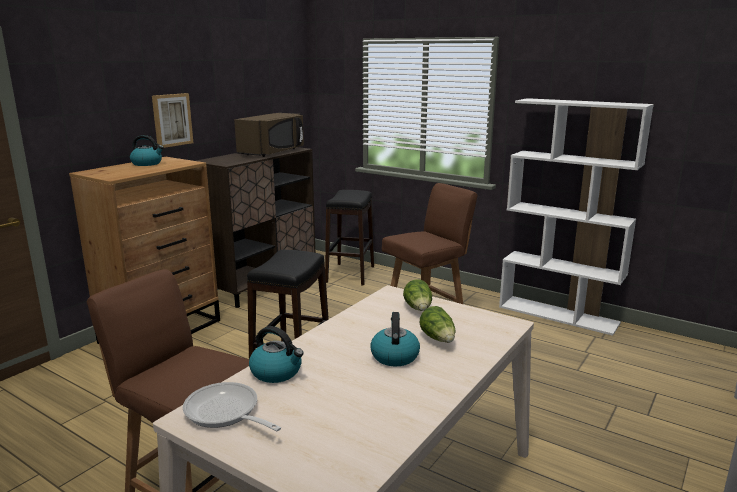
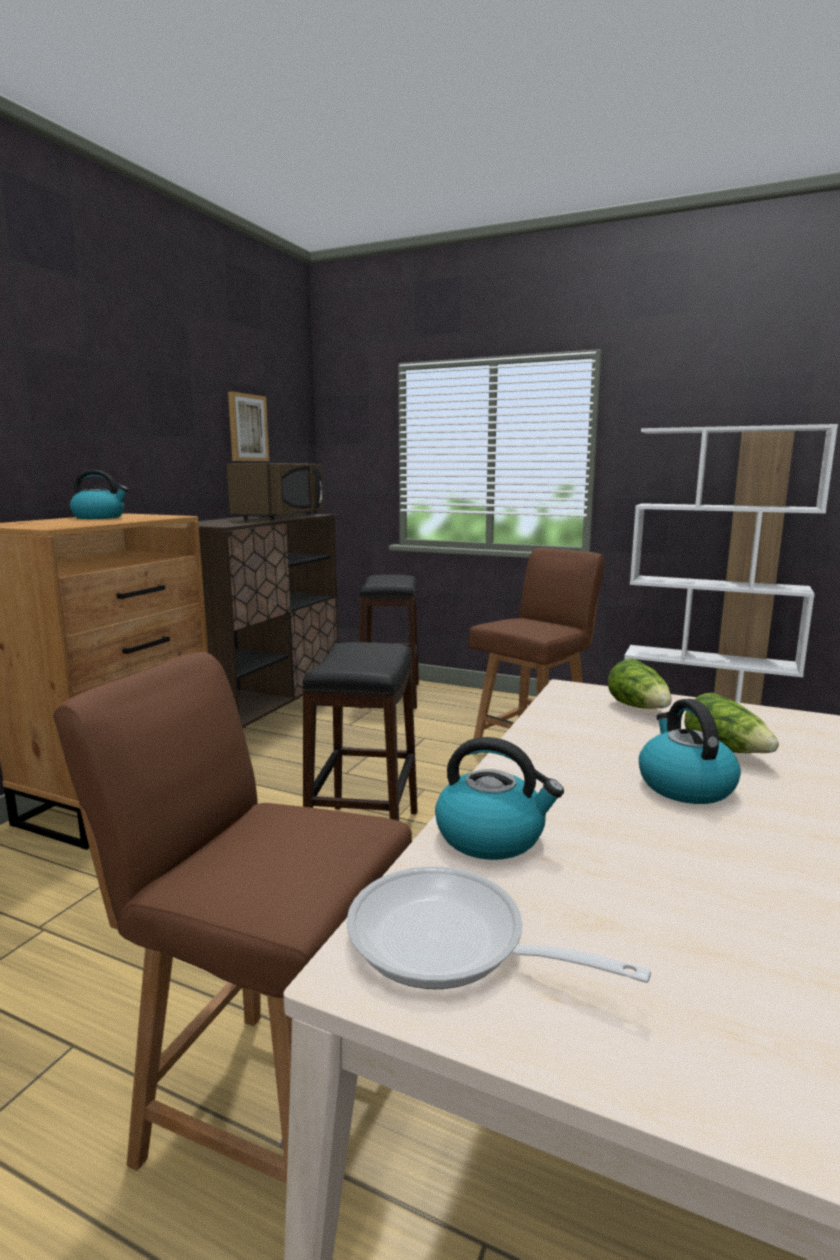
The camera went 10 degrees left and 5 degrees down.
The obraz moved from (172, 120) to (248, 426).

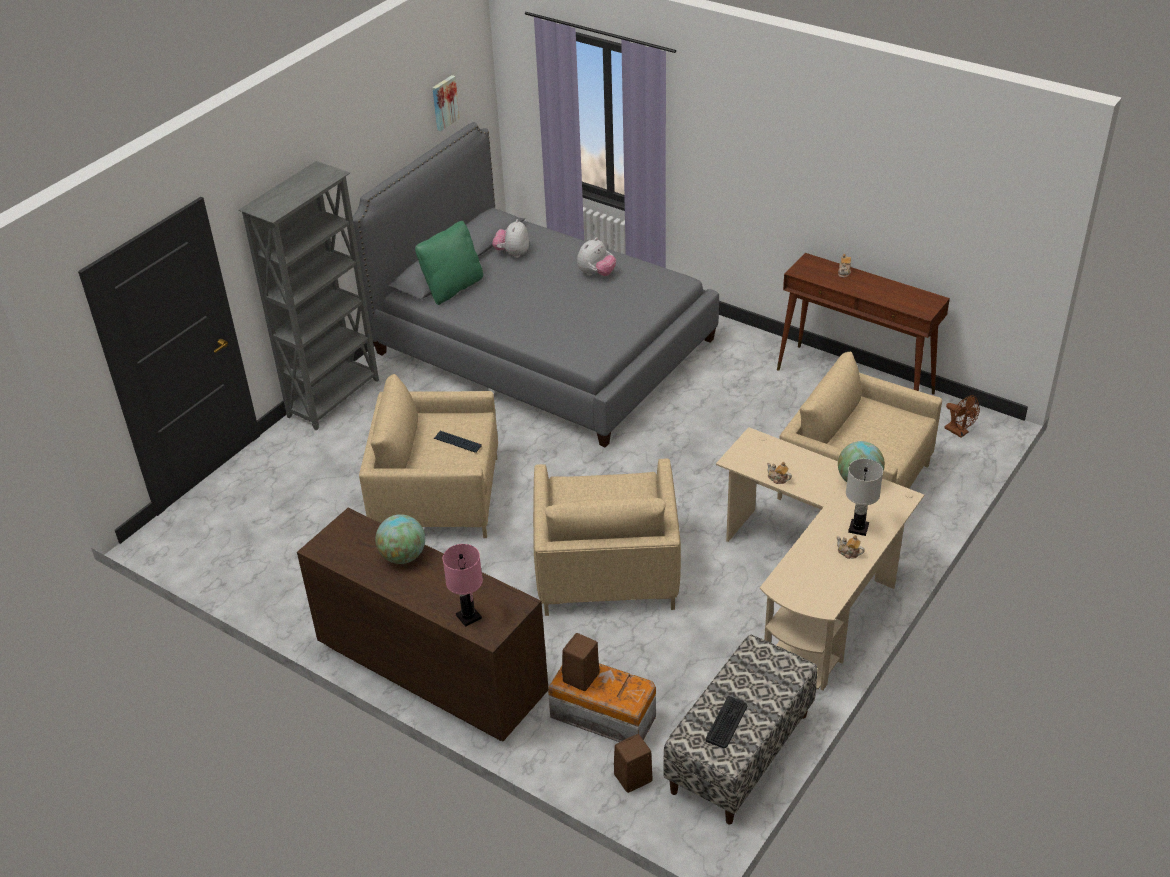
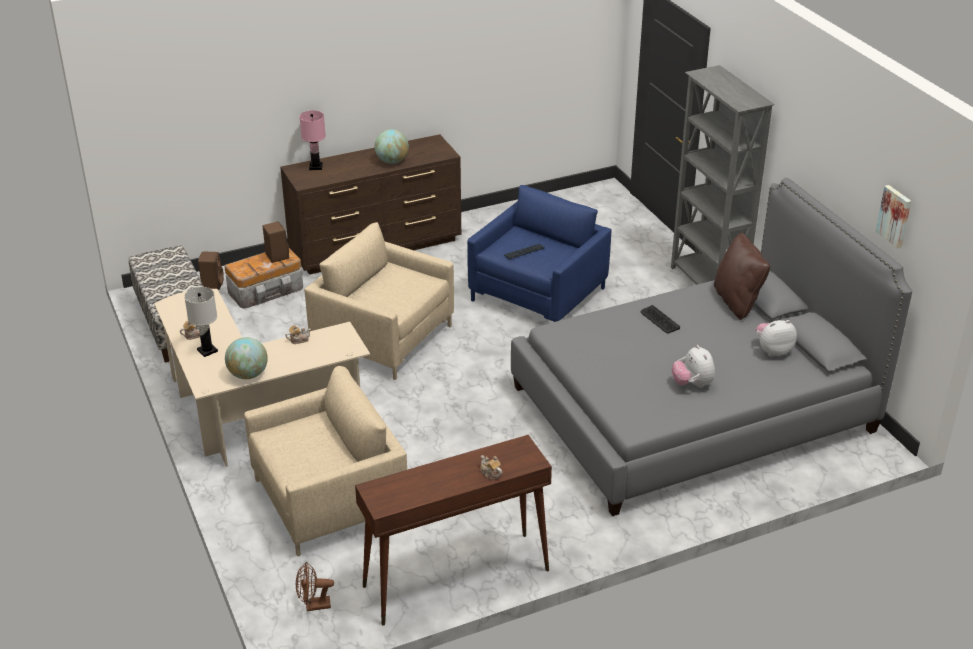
The camera went 120 degrees right and 5 degrees down.
The fotel [beżowy] at (428, 456) became the fotel [niebieski] at (539, 253).
The poduszka [zielony] at (449, 263) became the poduszka [brązowy] at (742, 276).
The pluszak at (510, 238) turned 60 degrees counterclockwise.
The klawiatura moved from (726, 722) to (660, 319).

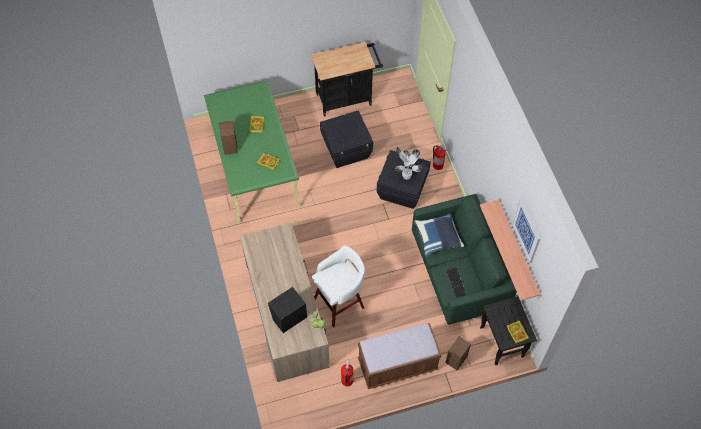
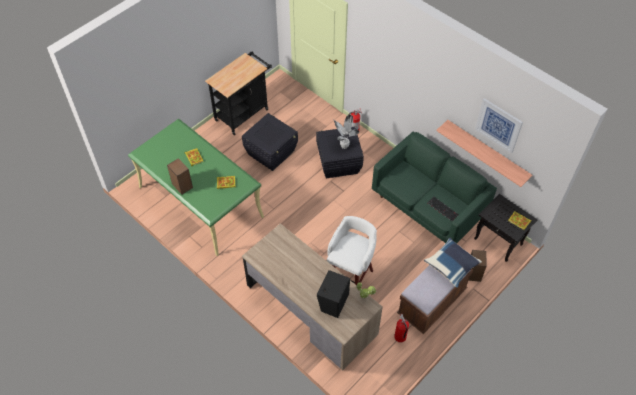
The camera went 30 degrees left and 5 degrees down.
The poduszka [niebieski] moved from (439, 234) to (453, 262).

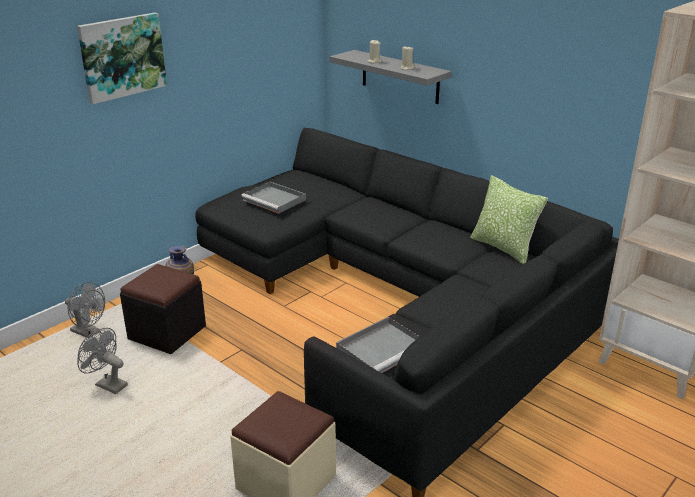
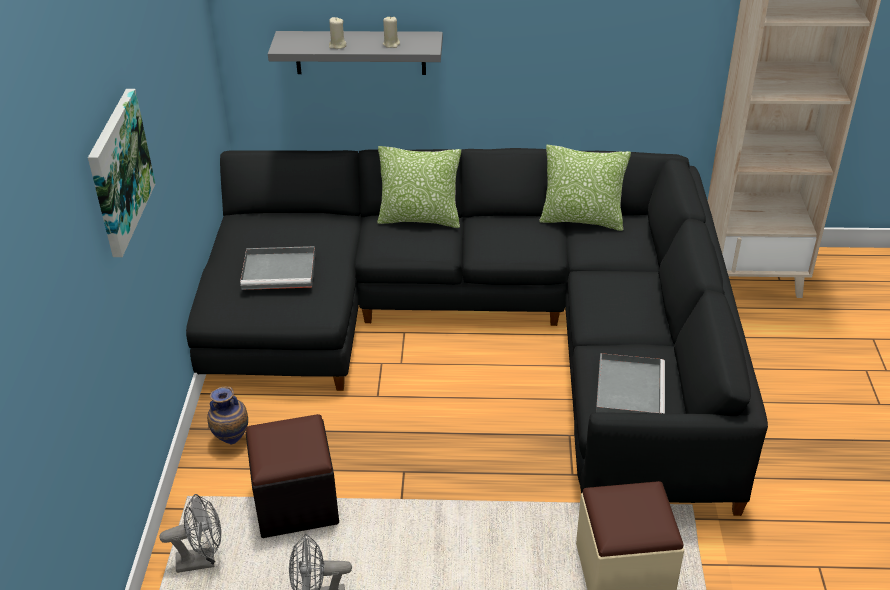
The camera went 40 degrees left and 10 degrees up.
The poduszka at (419, 187) appeared.

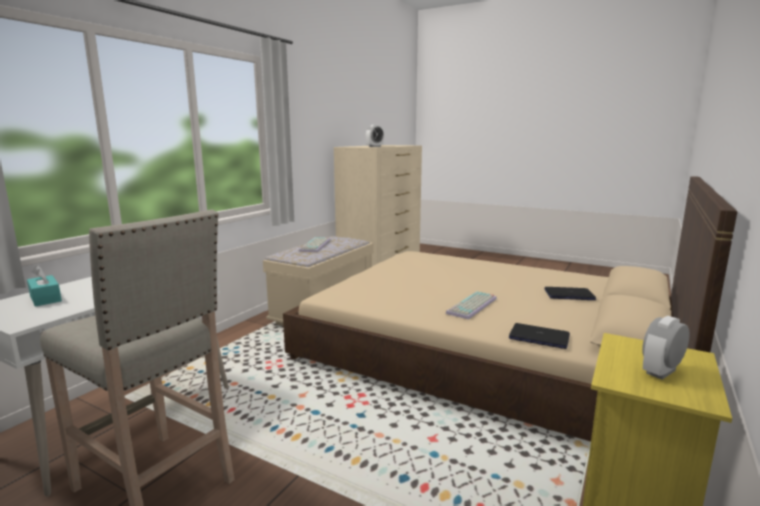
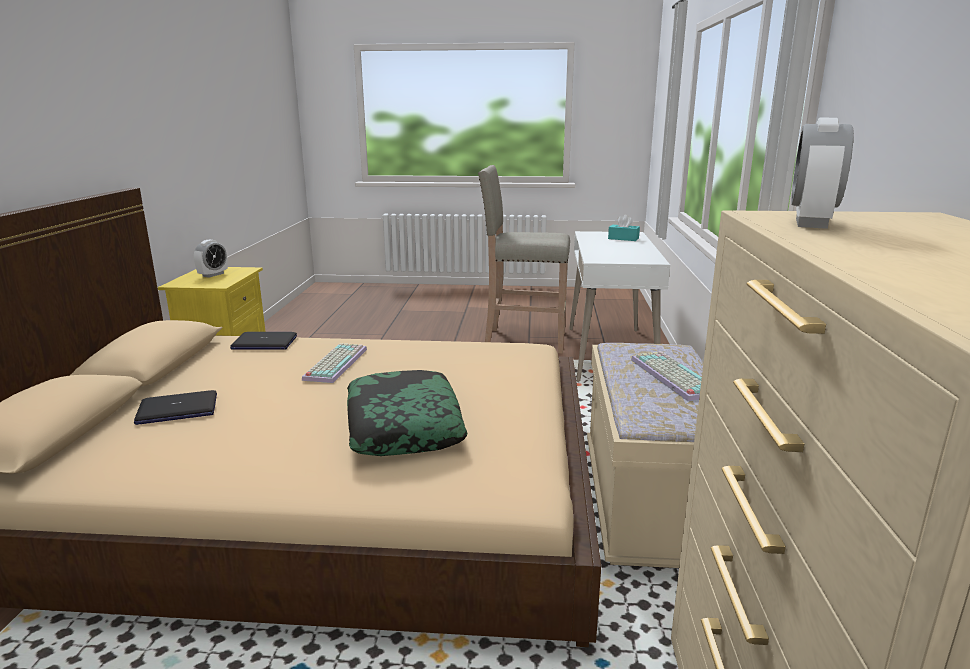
The camera went 155 degrees right and 5 degrees up.
The poduszka at (407, 413) appeared.

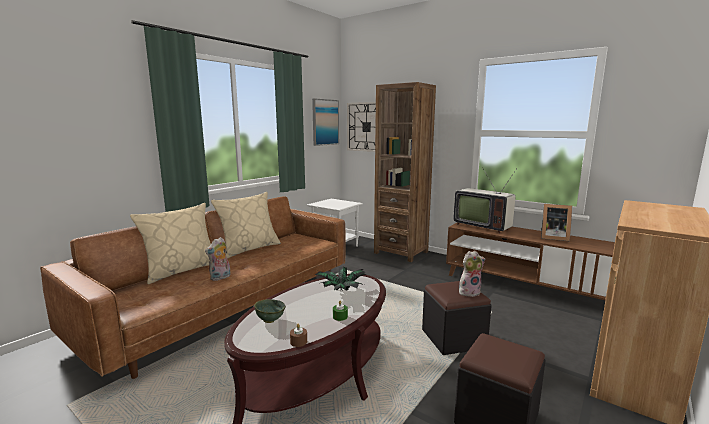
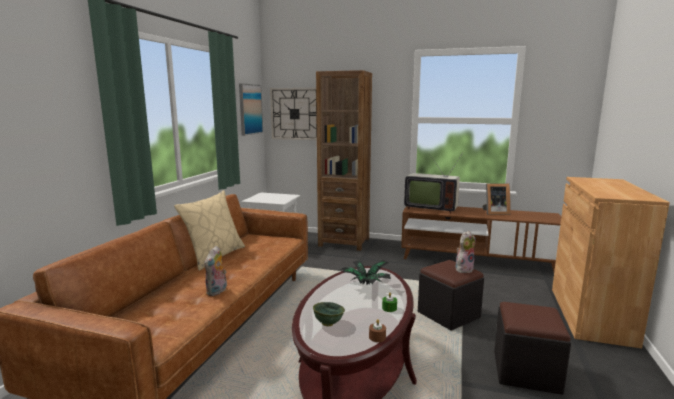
The camera went 20 degrees left and 0 degrees up.
The poduszka [beżowy] at (170, 243) disappeared.

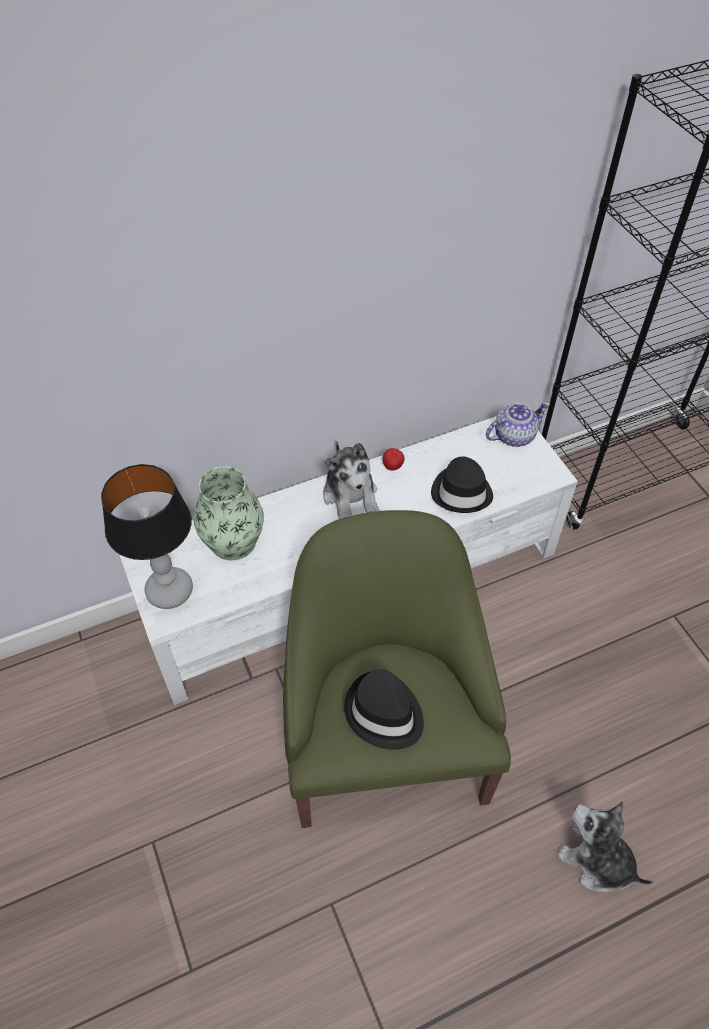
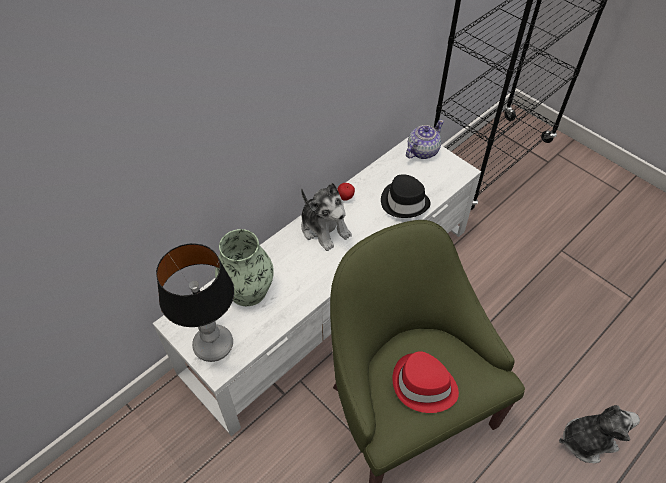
The camera went 20 degrees left and 0 degrees up.
The kapelusz [czarny] at (384, 709) became the kapelusz [czerwony] at (425, 382).
The pluszak at (605, 847) turned 150 degrees clockwise.

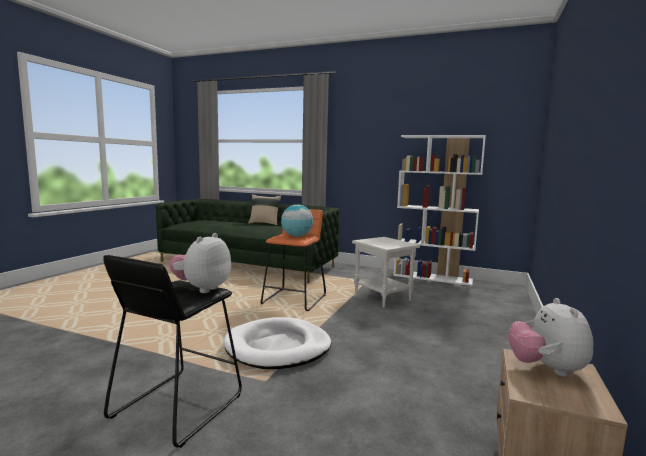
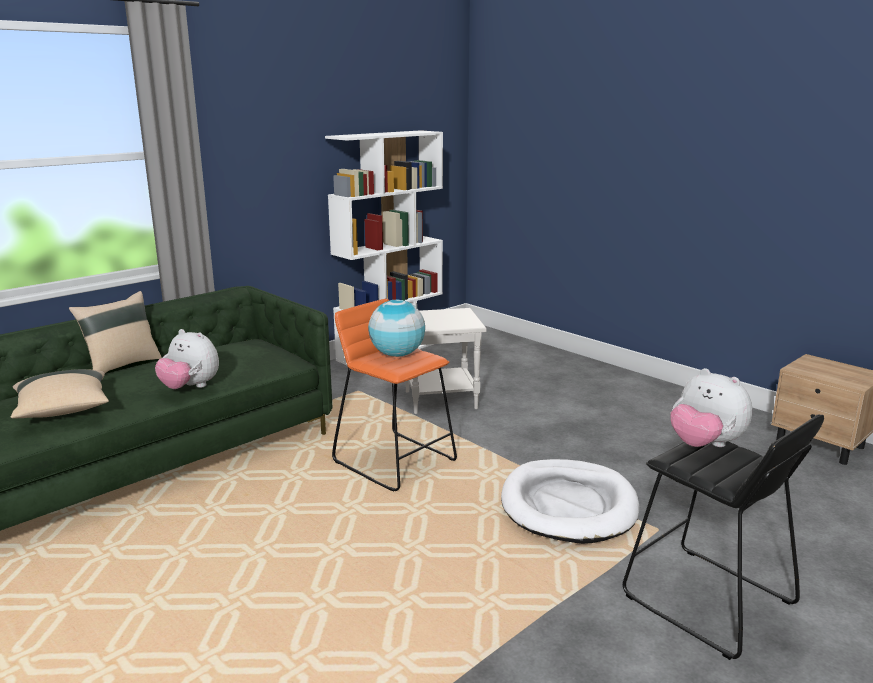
The camera went 65 degrees left and 10 degrees up.
The pluszak moved from (550, 337) to (187, 359).
The poduszka [beżowy] at (60, 394) appeared.

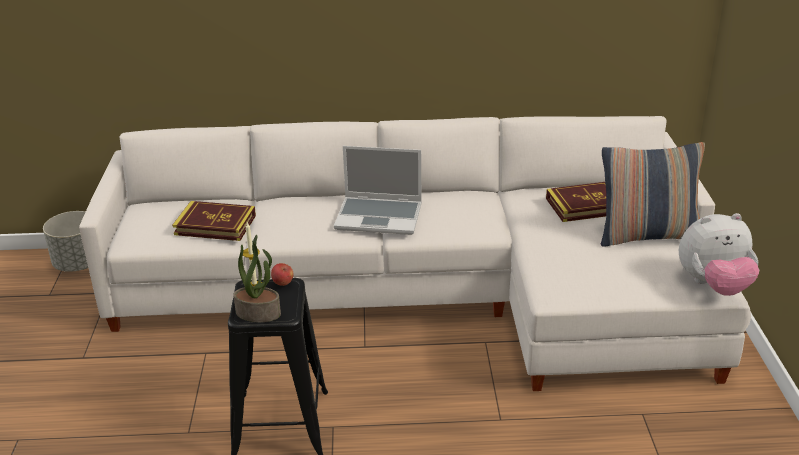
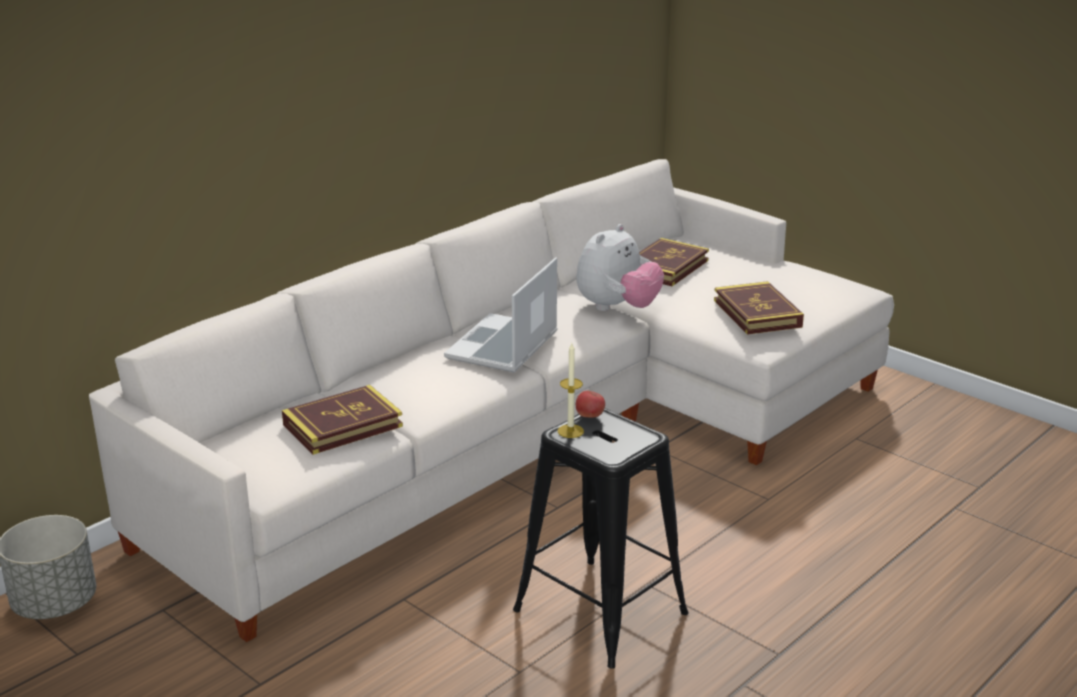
The camera went 45 degrees left and 5 degrees down.
The roślina doniczkowa at (257, 278) disappeared.
The laptop at (378, 190) turned 150 degrees clockwise.
The poduszka at (653, 194) disappeared.
The pluszak moved from (719, 254) to (620, 267).
The książka at (759, 308) appeared.

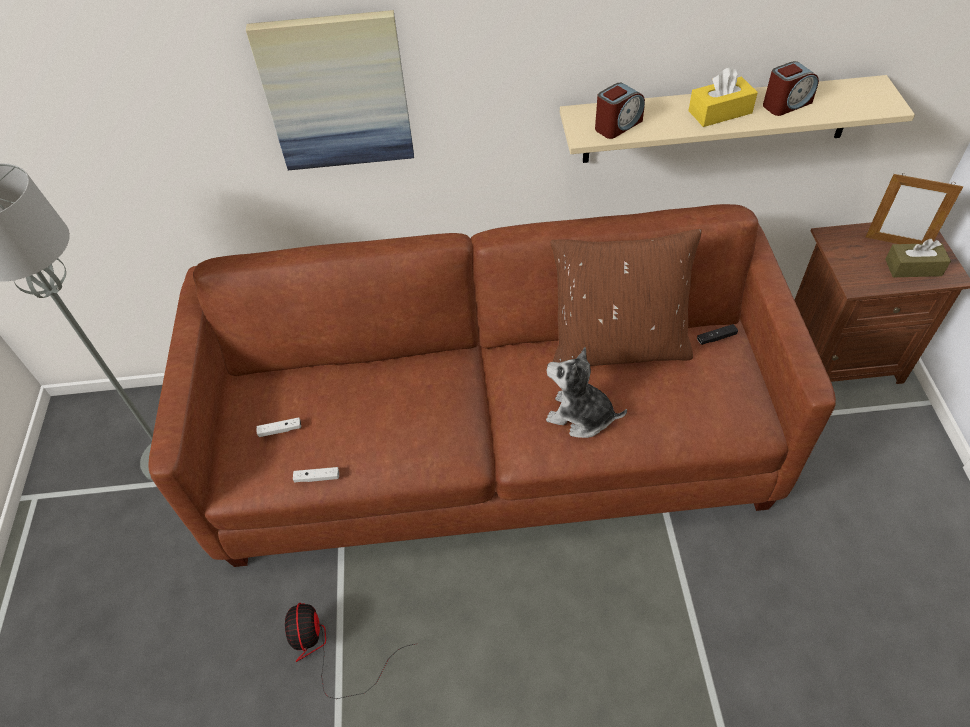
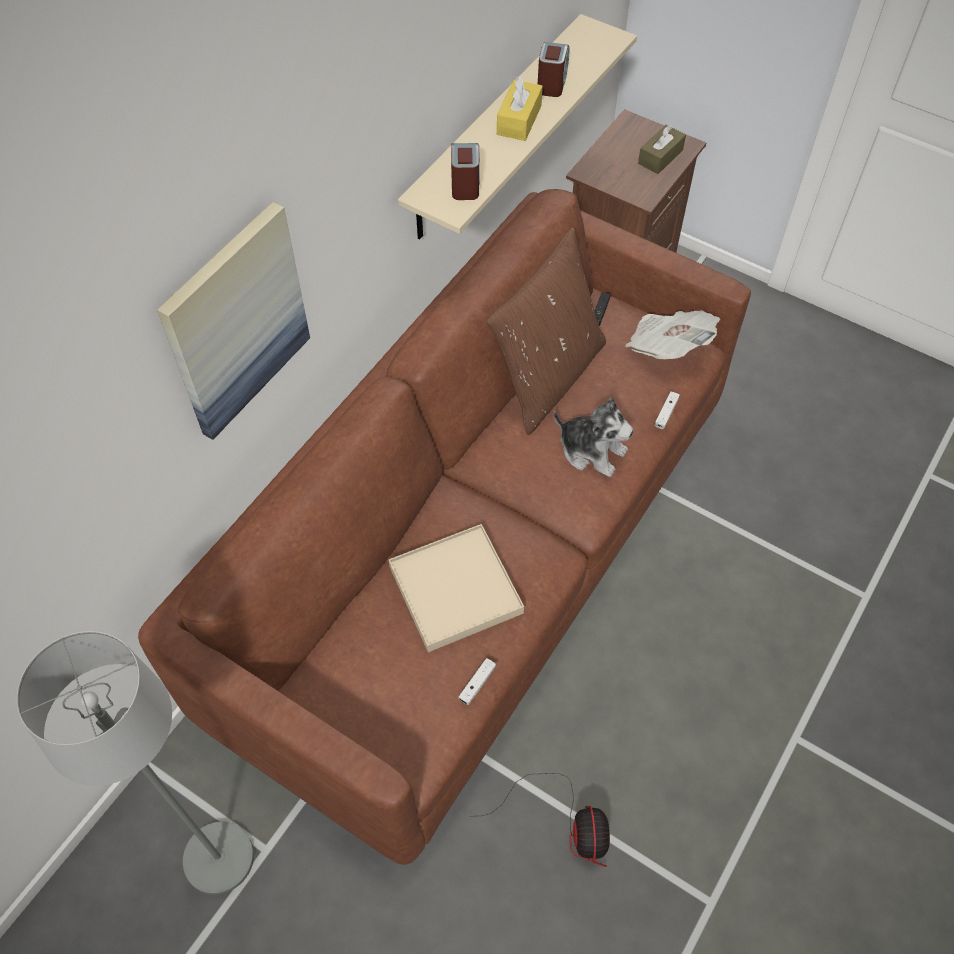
The camera went 55 degrees left and 5 degrees up.
The pad do gier [biały] moved from (278, 427) to (667, 410).
The wentylator at (350, 651) turned 120 degrees counterclockwise.
The pluszak at (586, 392) turned 120 degrees counterclockwise.
The ramka na zdjęcie at (914, 208) disappeared.
The taca [beżowy] at (456, 588) appeared.
The gazeta at (672, 335) appeared.

